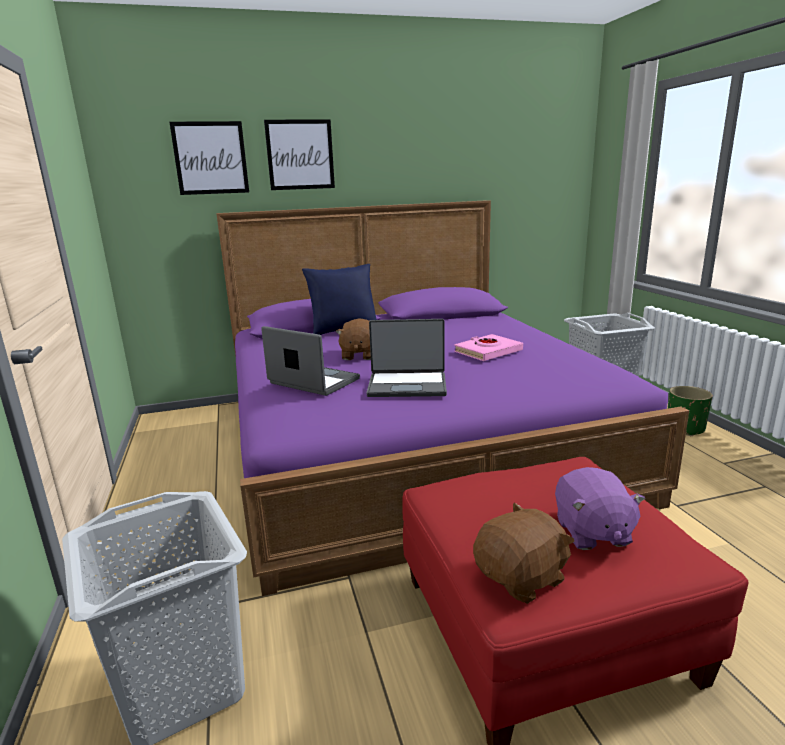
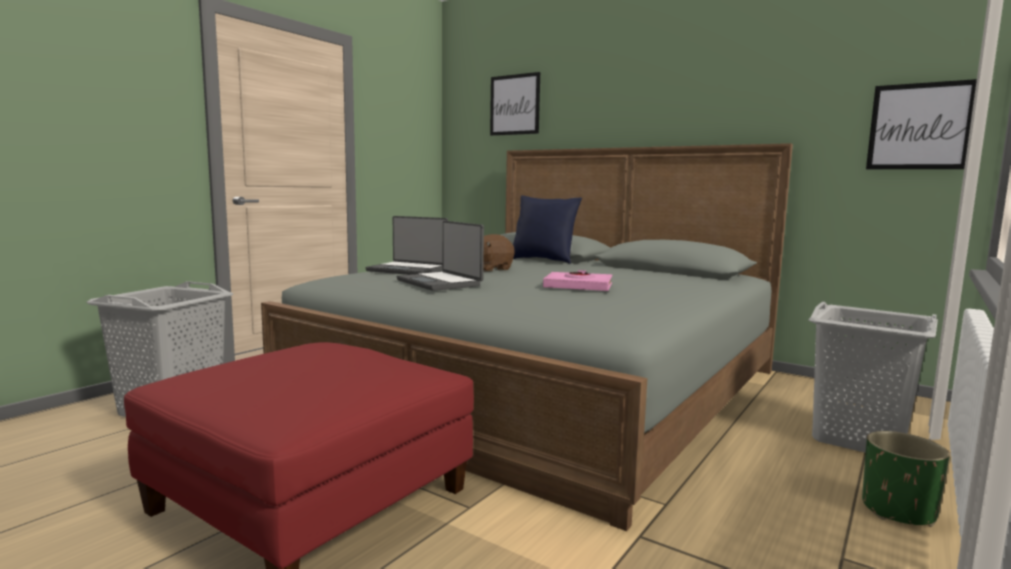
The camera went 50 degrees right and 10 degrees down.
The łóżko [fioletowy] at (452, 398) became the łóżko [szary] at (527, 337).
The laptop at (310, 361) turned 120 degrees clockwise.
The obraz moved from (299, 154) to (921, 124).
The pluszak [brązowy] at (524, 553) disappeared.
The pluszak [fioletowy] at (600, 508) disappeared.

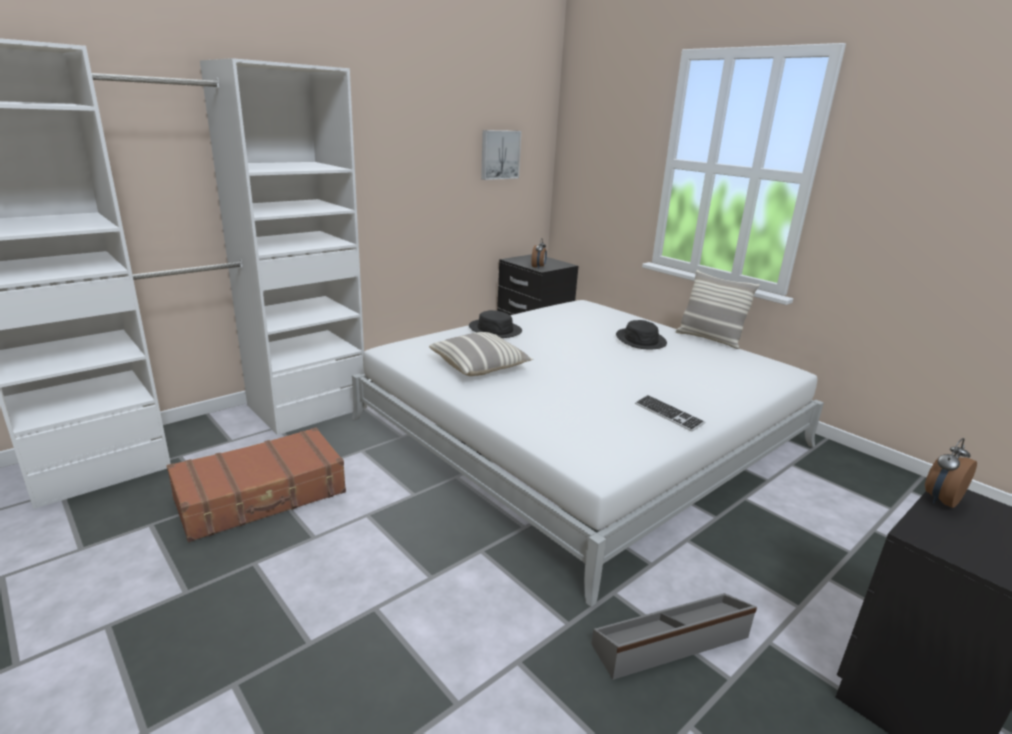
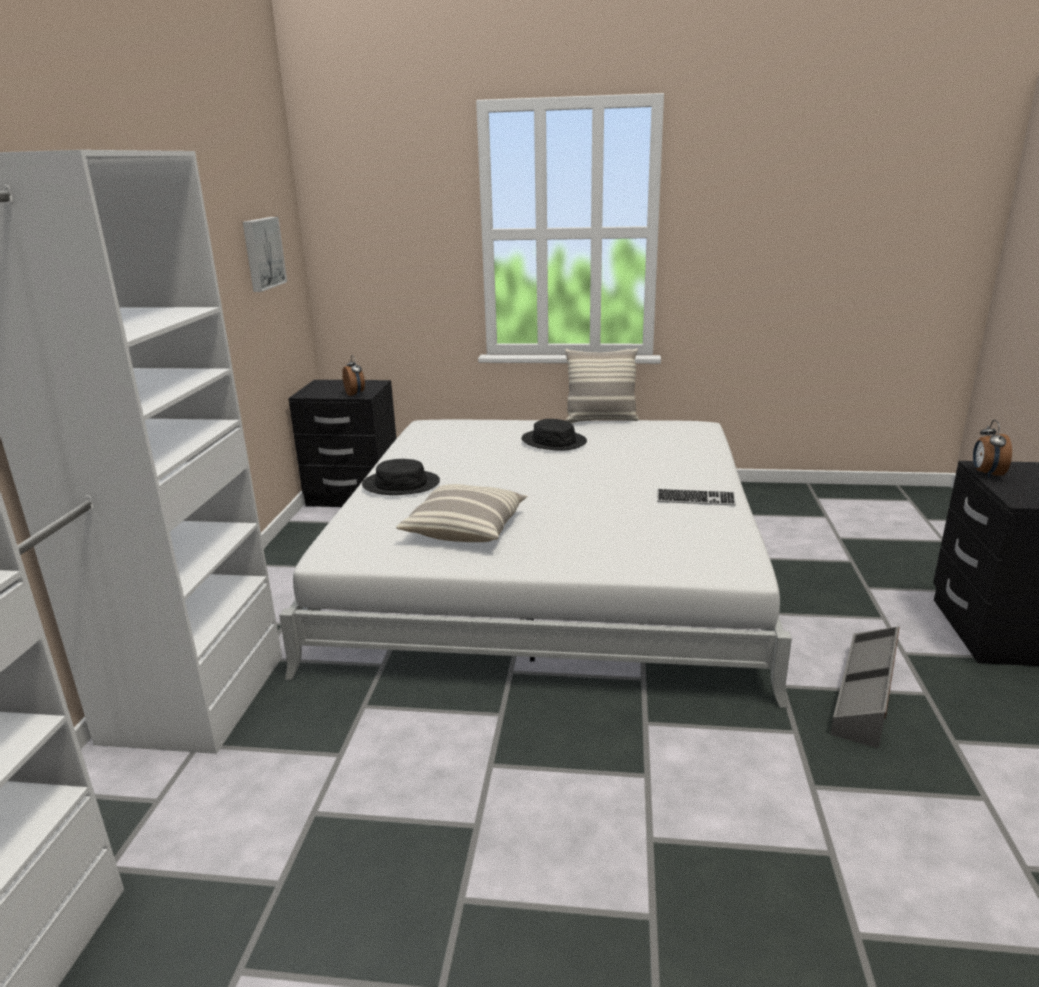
The camera went 40 degrees left and 0 degrees up.
The walizka [brązowy] at (256, 484) disappeared.

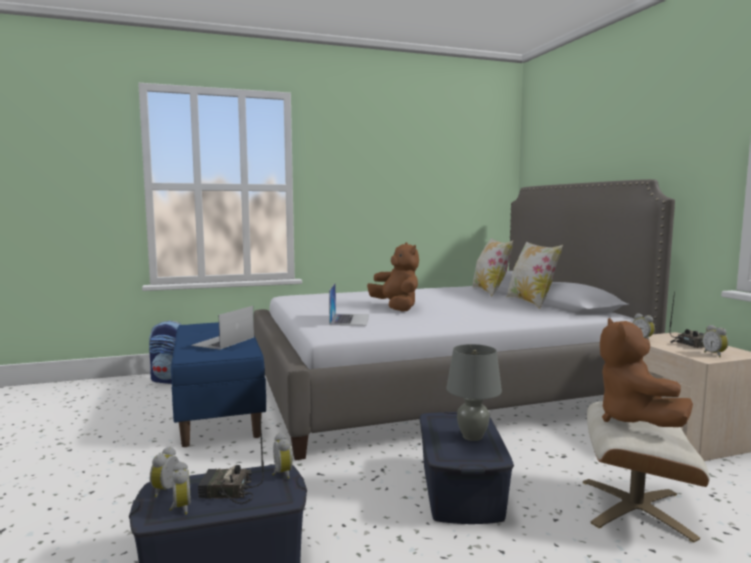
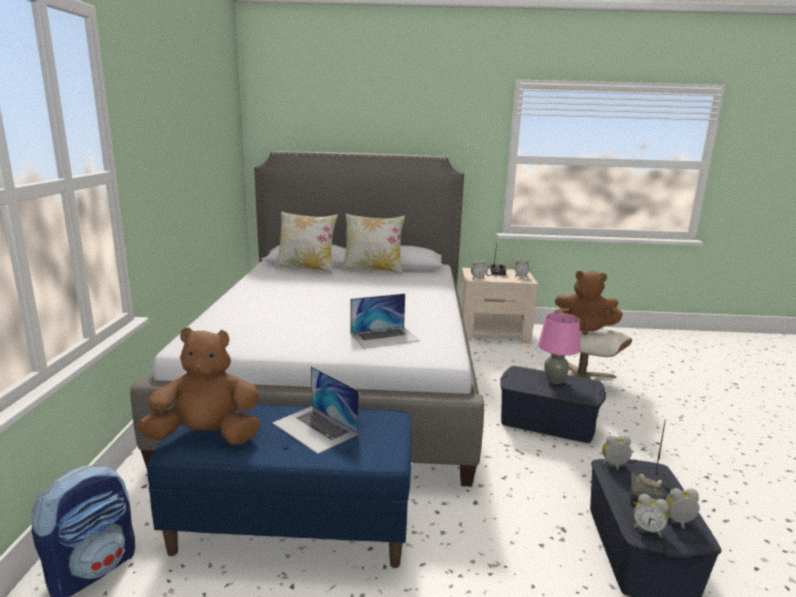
The camera went 70 degrees left and 10 degrees up.
The laptop at (349, 304) turned 135 degrees clockwise.
The pluszak [brązowy] moved from (393, 277) to (198, 386).
The lampa stołowa [szary] at (474, 392) became the lampa stołowa [różowy] at (559, 348).

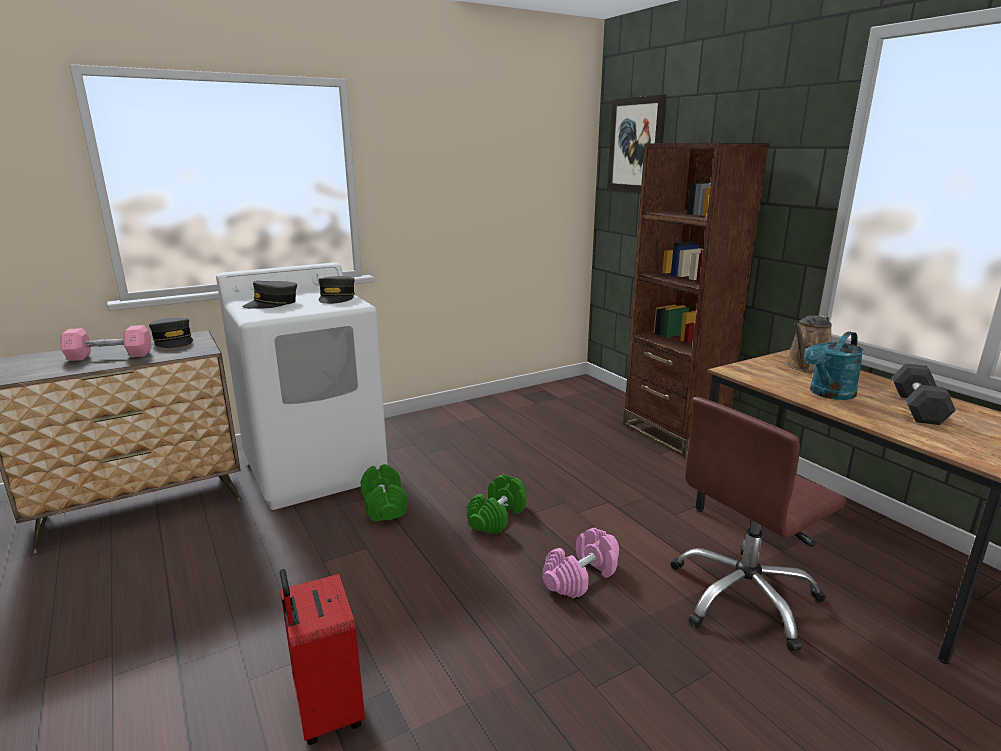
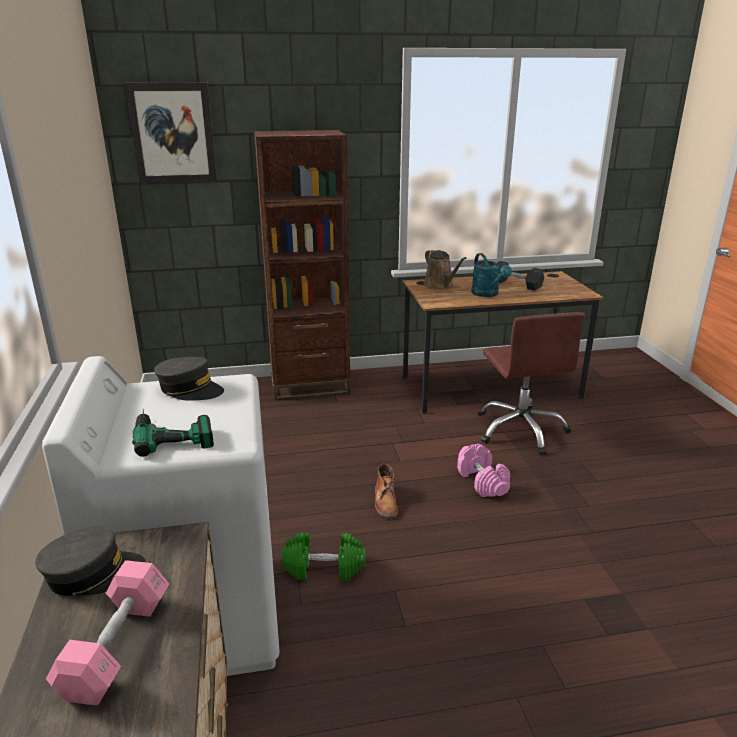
The camera went 70 degrees left and 5 degrees up.
The czapka z daszkiem [szary] at (269, 295) was replaced by the wiertarka at (173, 433).
The walizka [czerwony] at (322, 657) disappeared.
The hantel [zielony] at (496, 504) was replaced by the but z cholewką [brązowy] at (386, 491).

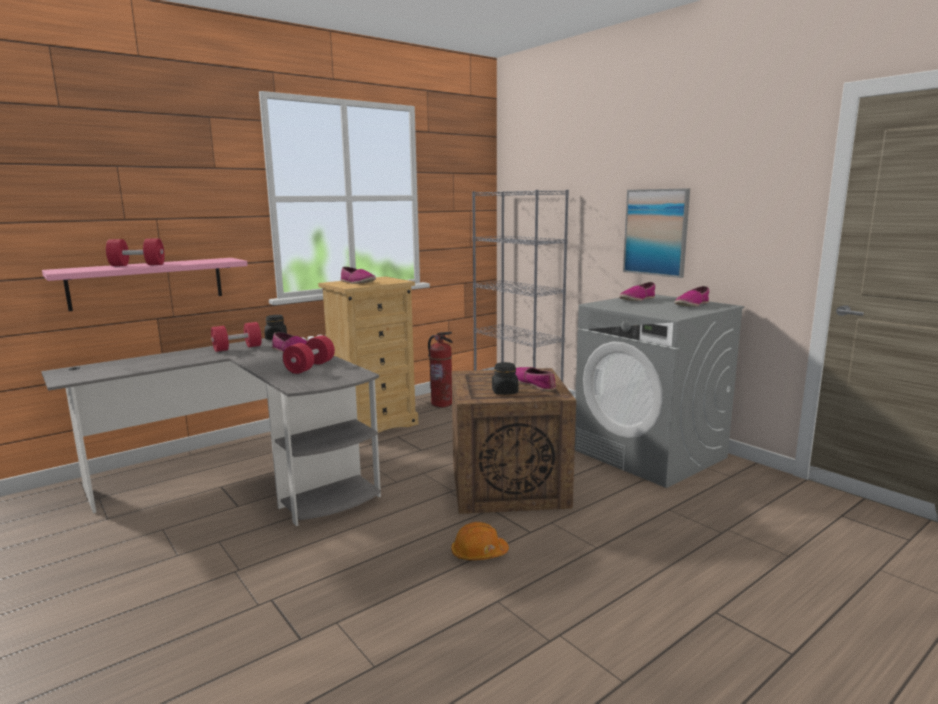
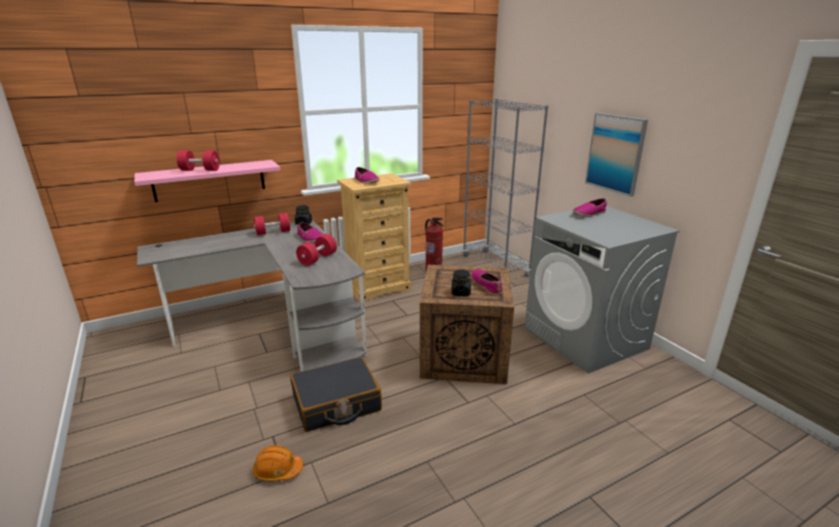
The camera went 10 degrees right and 10 degrees up.
The kask [pomarańczowy] moved from (480, 541) to (278, 463).
The but at (691, 296) disappeared.
The walizka [czarny] at (336, 394) appeared.

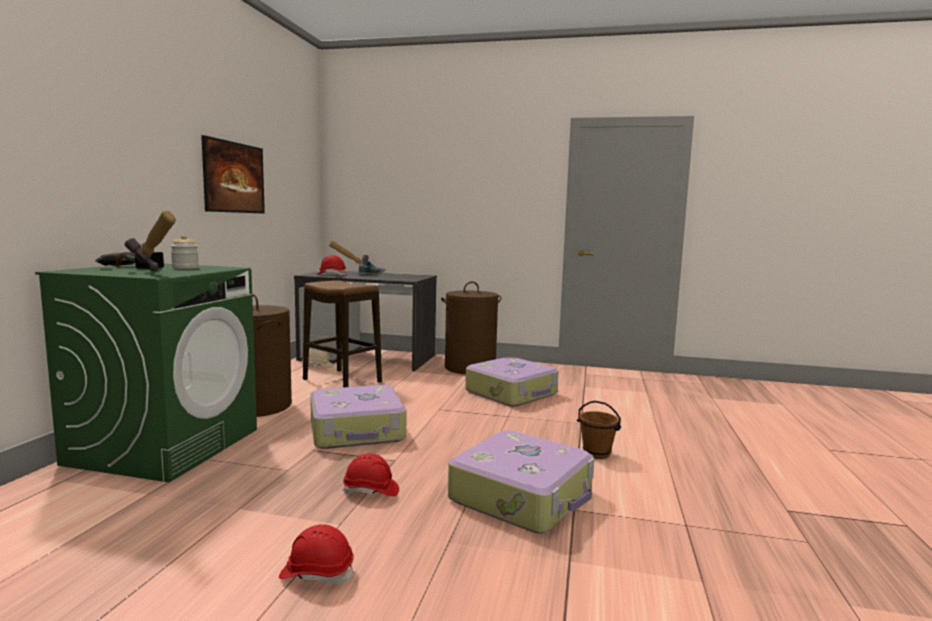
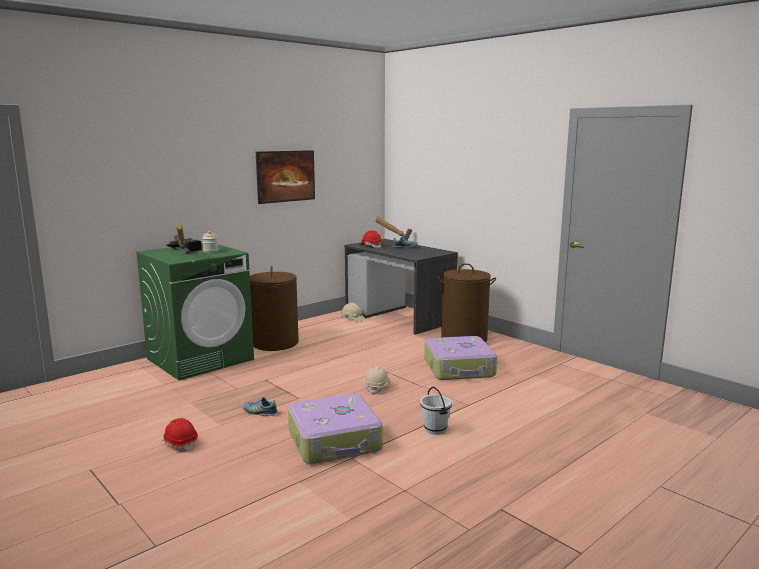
The camera went 35 degrees right and 5 degrees up.
The stołek at (342, 333) disappeared.
The walizka at (358, 417) disappeared.
The kask [czerwony] at (370, 474) was replaced by the but at (260, 406).
The wiadro [brązowy] at (599, 430) became the wiadro [biały] at (436, 411).
The kask [beżowy] at (377, 380) appeared.

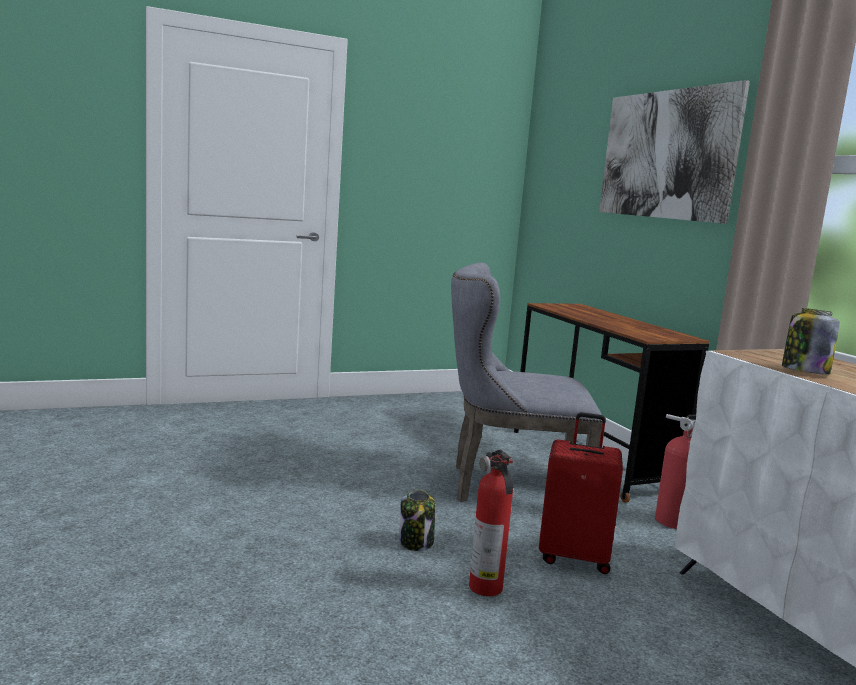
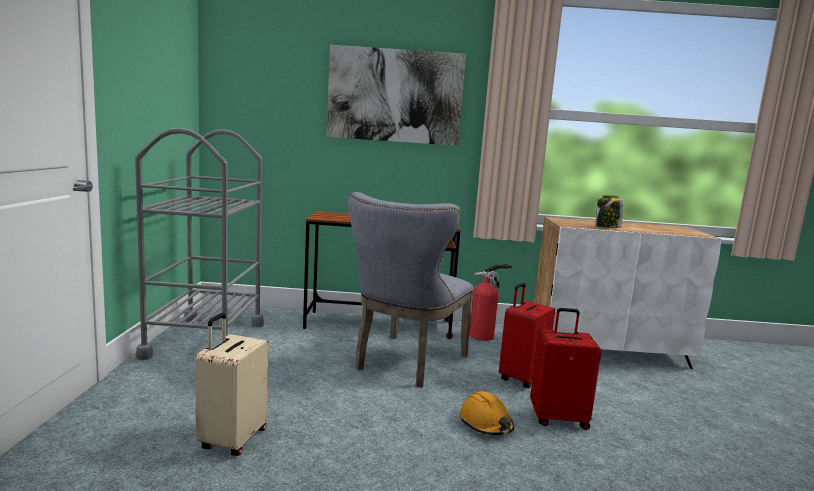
The camera went 65 degrees left and 0 degrees up.
The słoik at (417, 520) was replaced by the kask [pomarańczowy] at (487, 413).
The gaśnica at (491, 523) was replaced by the walizka [czerwony] at (565, 369).
The wózek [szary] at (199, 244) appeared.
The walizka [beżowy] at (232, 384) appeared.

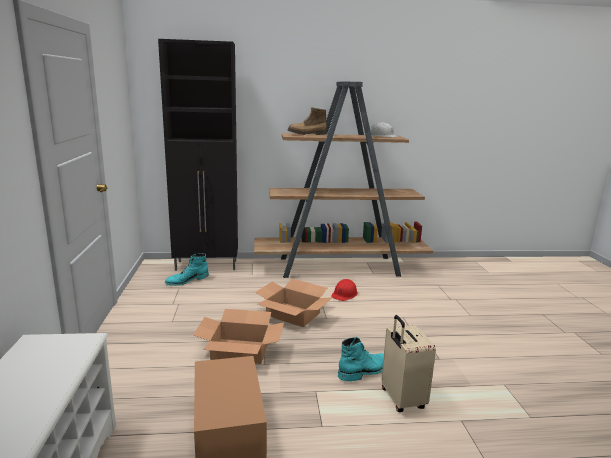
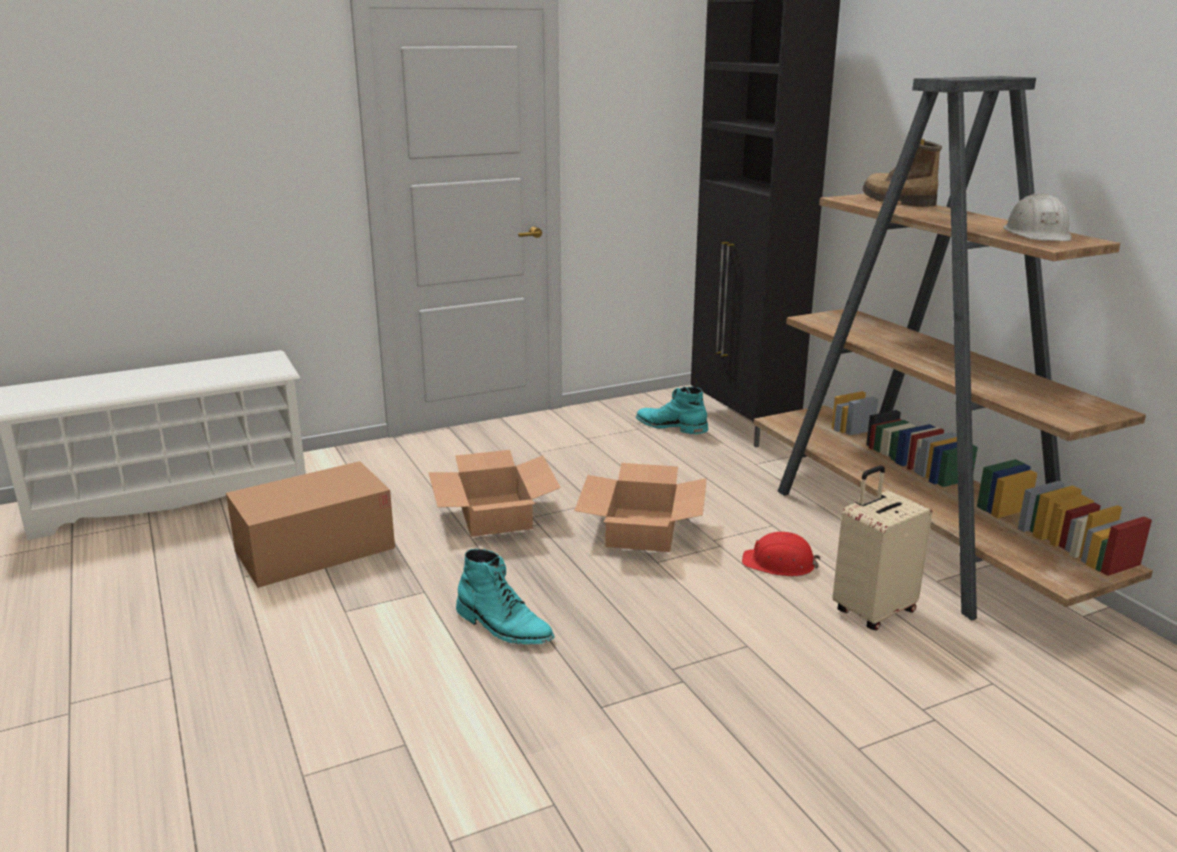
The camera went 70 degrees right and 5 degrees up.
The walizka [beżowy] moved from (409, 363) to (882, 548).

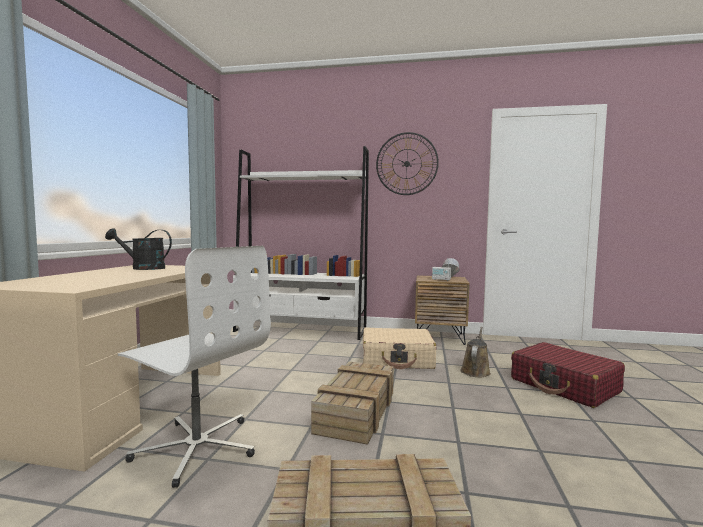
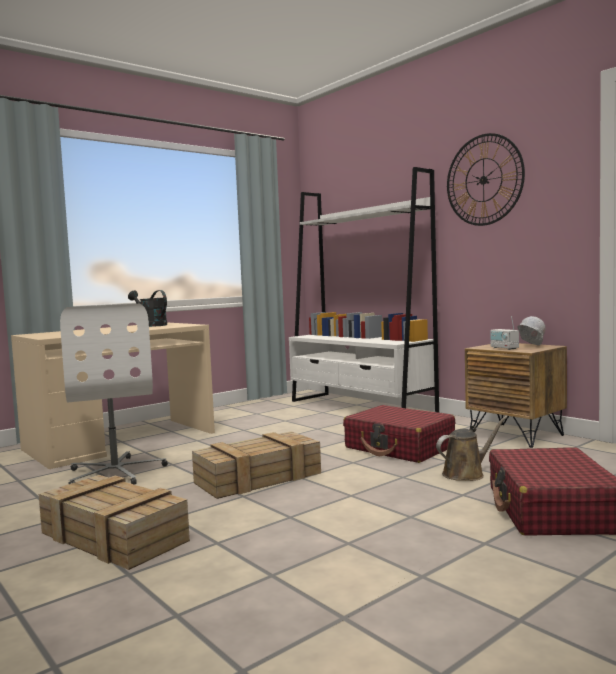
The camera went 40 degrees right and 0 degrees up.
The walizka [beżowy] at (399, 348) became the walizka [czerwony] at (399, 434).

